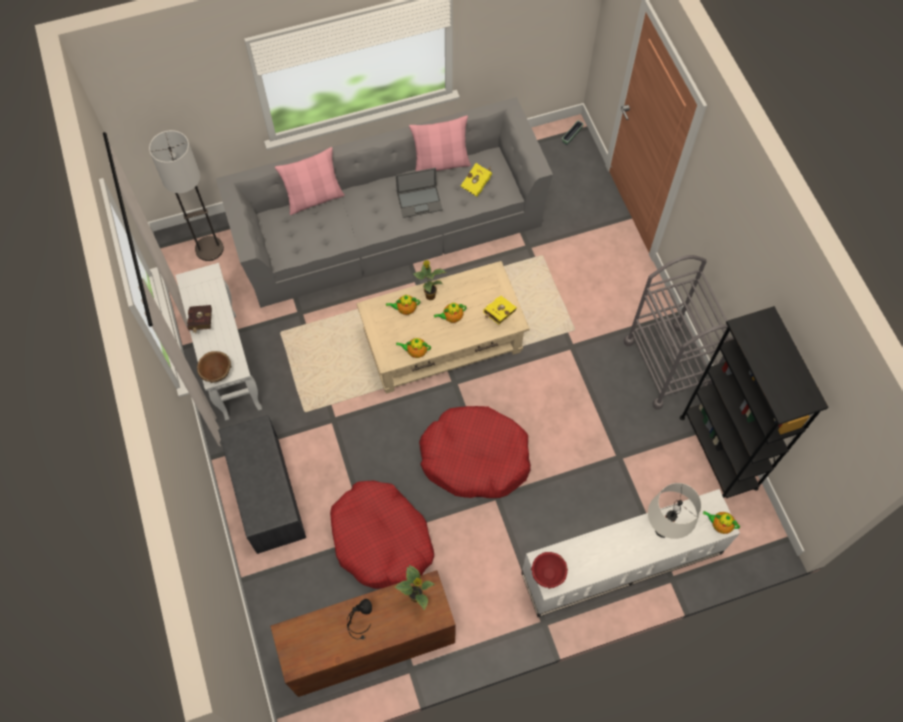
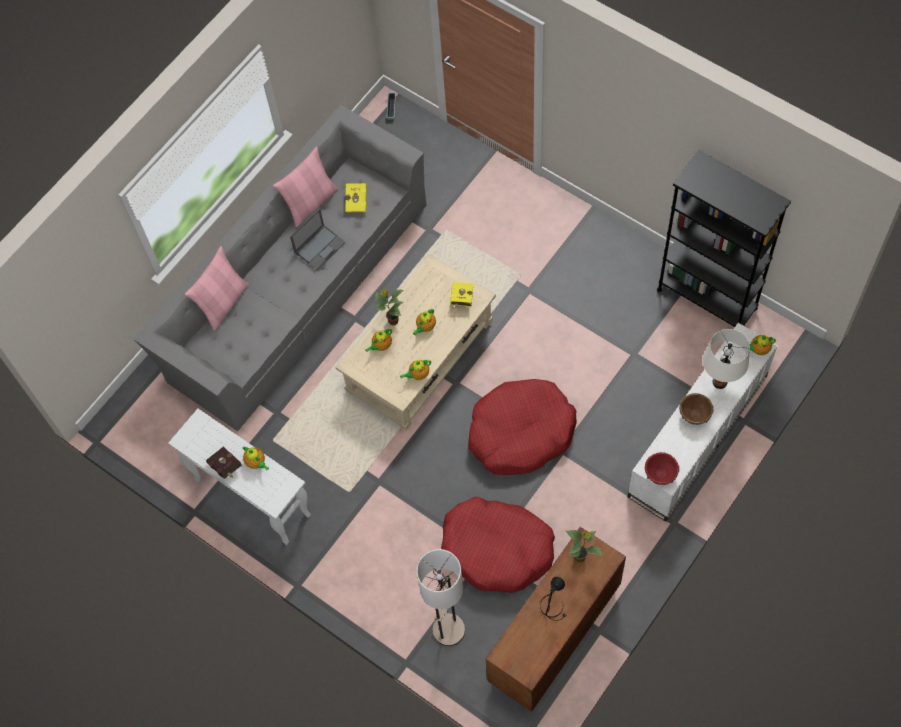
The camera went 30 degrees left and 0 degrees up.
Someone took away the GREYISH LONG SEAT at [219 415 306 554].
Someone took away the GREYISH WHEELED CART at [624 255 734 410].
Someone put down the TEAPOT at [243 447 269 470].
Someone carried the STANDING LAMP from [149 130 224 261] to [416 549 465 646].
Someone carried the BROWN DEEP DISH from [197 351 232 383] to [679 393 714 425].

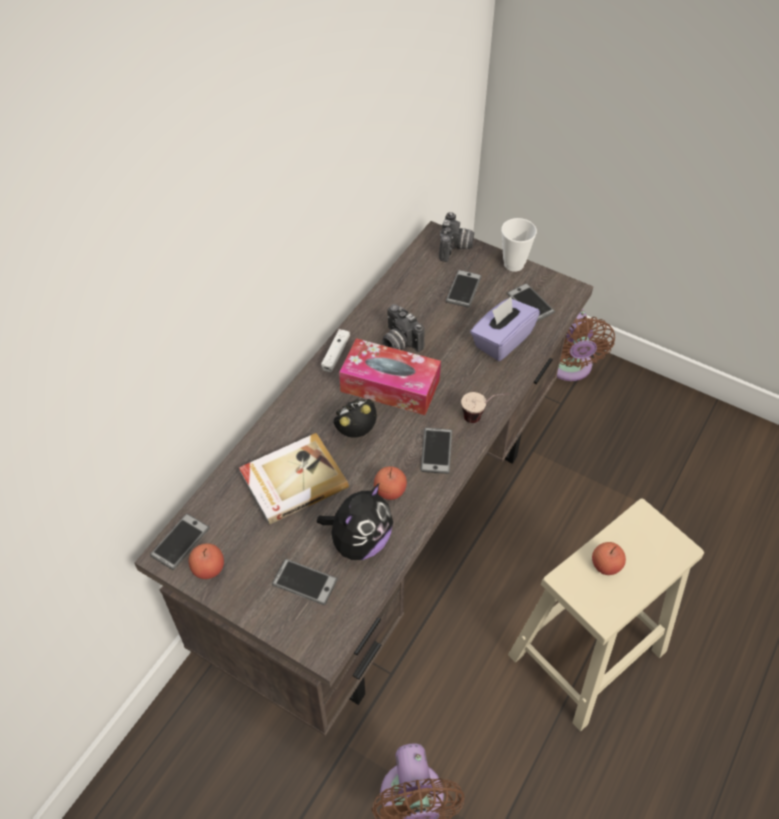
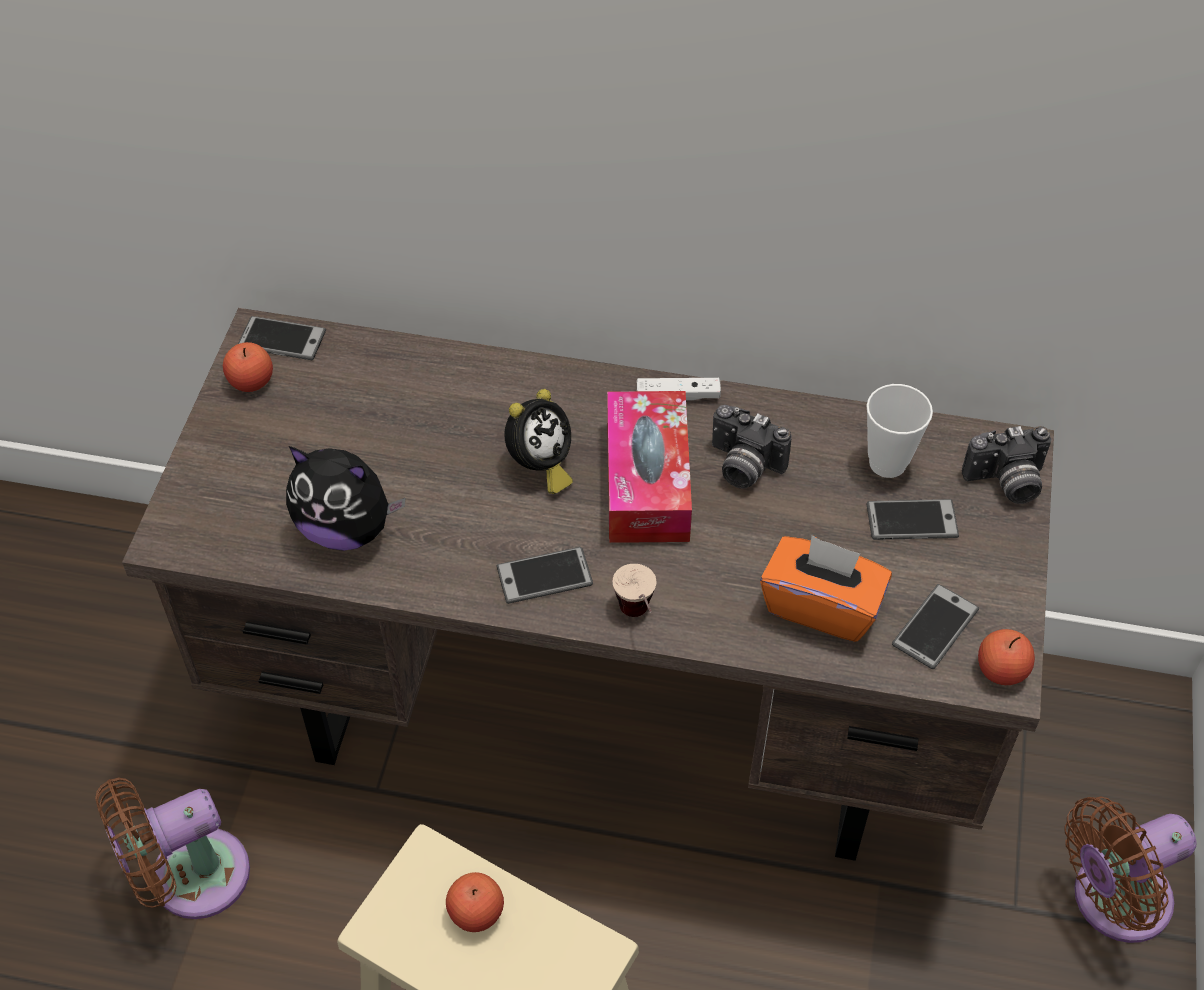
The camera went 70 degrees right and 0 degrees up.
Someone took away the BOUND BOOK at [239 433 349 525].
Someone took away the TELEPHONE at [272 559 338 605].
Someone carried the APPLE FRUIT from [374 466 407 500] to [978 629 1035 685].
Someone carried the CUP from [501 218 537 272] to [866 384 933 478].
Someone repainted the PURPLE-COLOURED TISSUE BOX at [470 297 540 361], which became the ORANGEY TISSUE BOX at [760 535 892 642].
Someone rotated the ALARM CLOCK at [333 399 377 438] by 90 degrees clockwise.
Someone rotated the PHOTO CAMERA at [382 304 425 352] by 90 degrees counterclockwise.

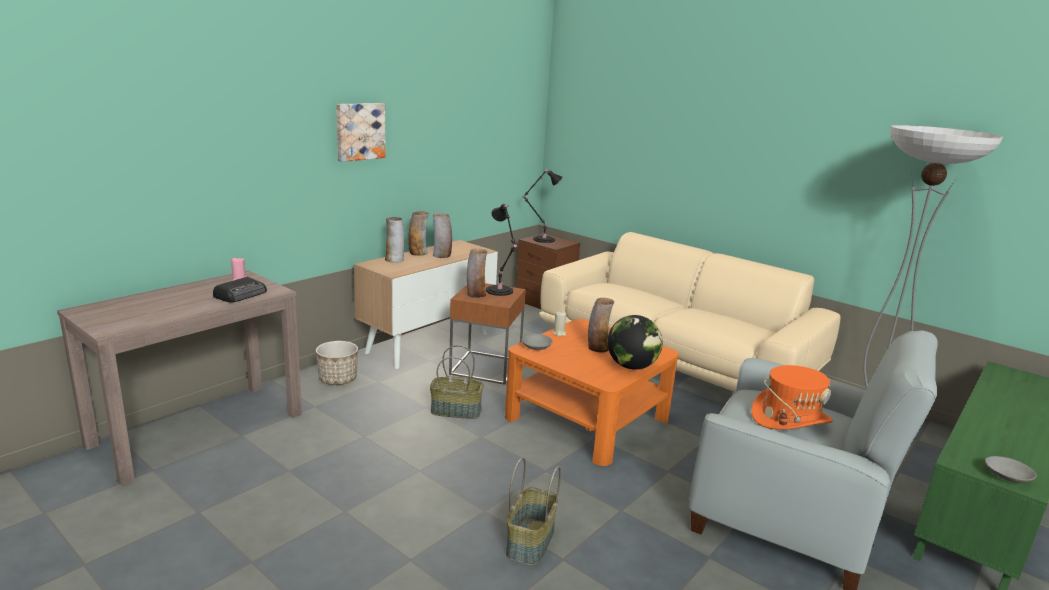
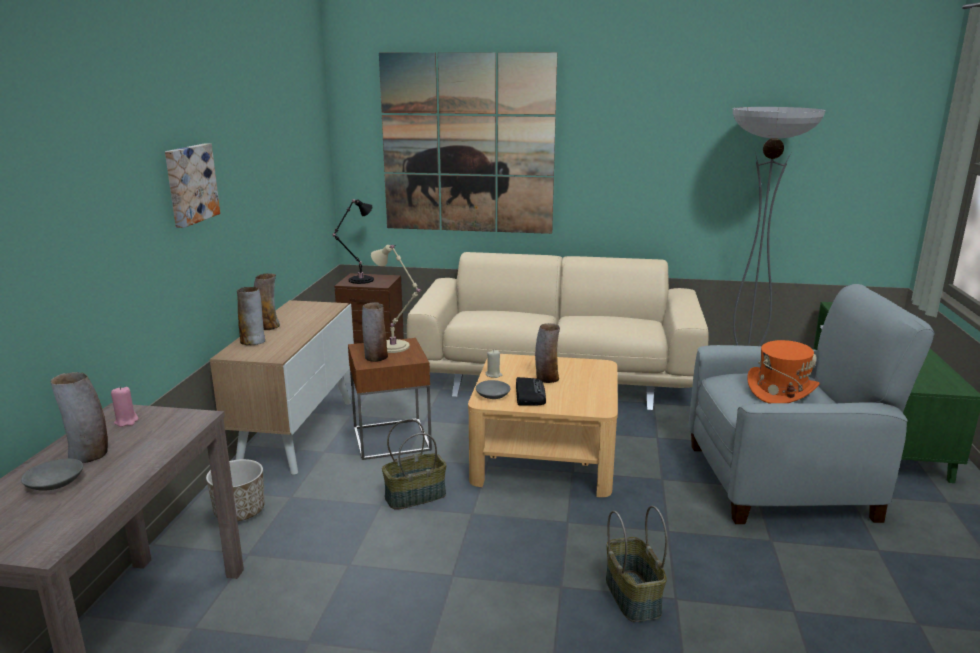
The camera went 30 degrees left and 0 degrees up.
Someone took away the DESK GLOBE at [607 315 662 370].
Someone put up the WALL ART at [379 52 557 234].
Someone carried the RADIO RECEIVER from [213 277 267 303] to [516 377 546 405].
Someone carried the VASE from [433 213 452 258] to [50 372 108 463].
Someone carried the GREYISH DEEP DISH from [985 456 1037 483] to [21 458 83 491].
Someone repainted the BLACK-COLOURED TABLE LAMP at [486 204 518 296], which became the BEIGE-COLOURED TABLE LAMP at [371 245 421 353].
Someone repainted the ORANGEY LOW TABLE at [505 319 679 466], which became the BEIGE-COLOURED LOW TABLE at [468 354 618 497].

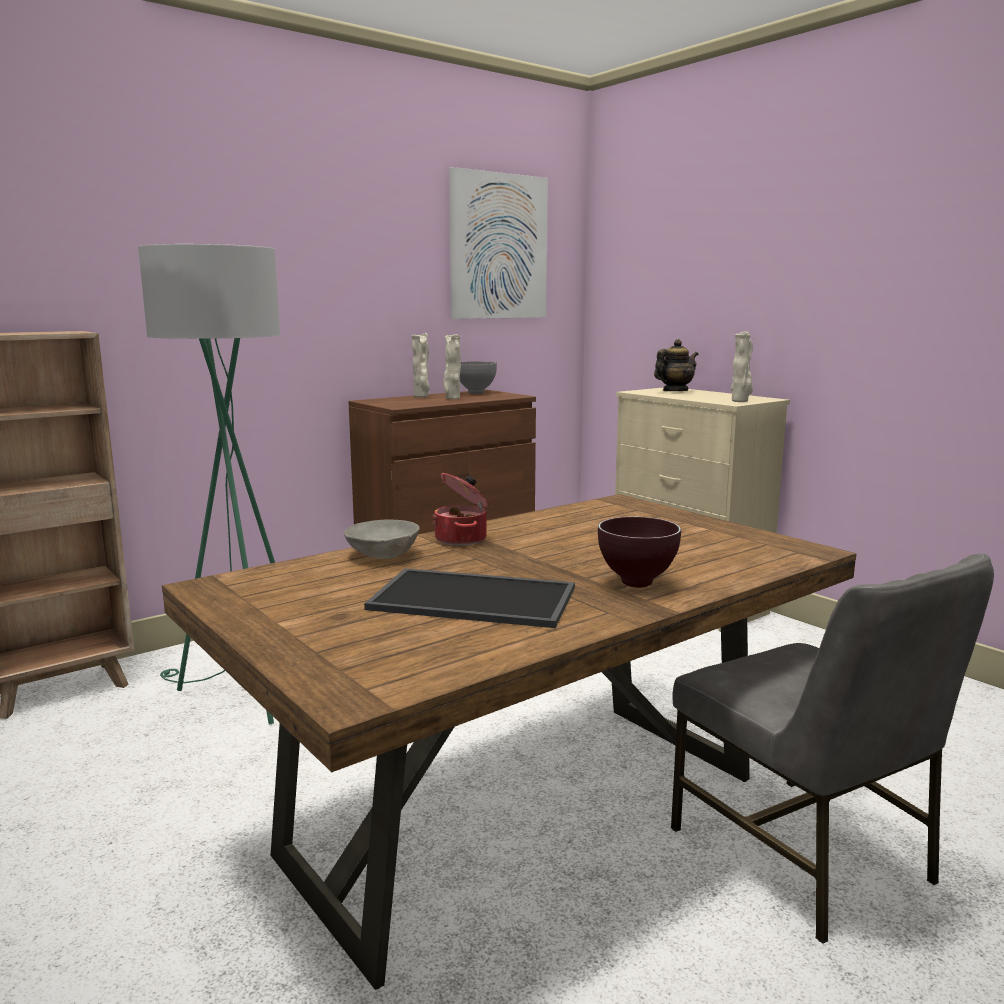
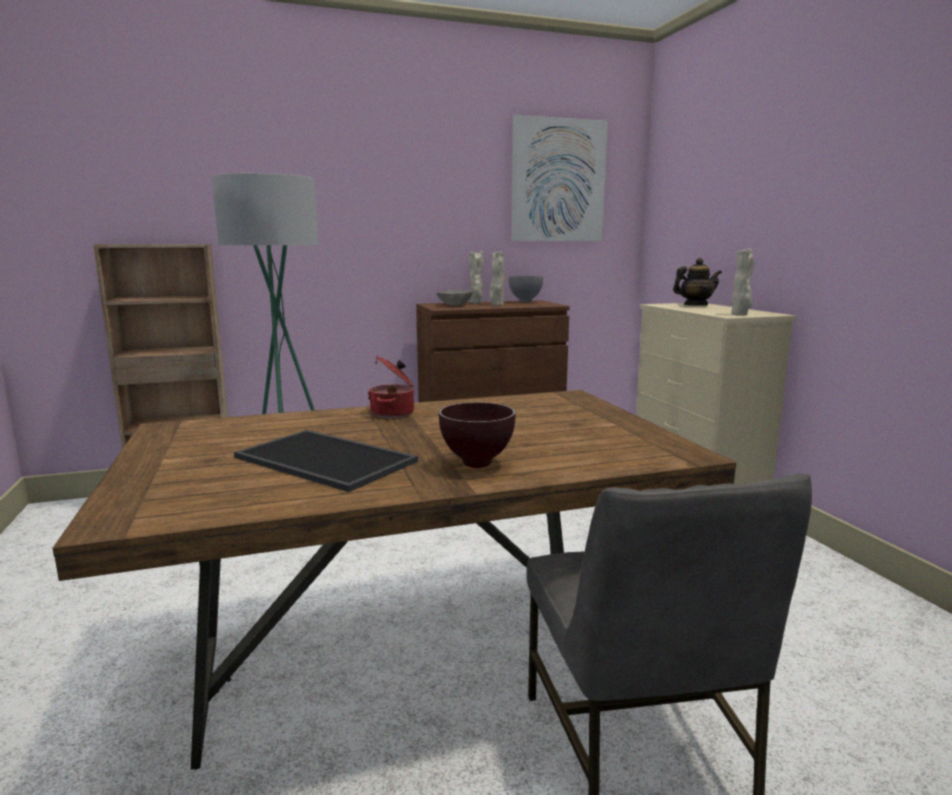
The camera went 20 degrees right and 0 degrees up.
Someone carried the GREYISH DEEP DISH from [344 520 420 559] to [436 290 473 306].

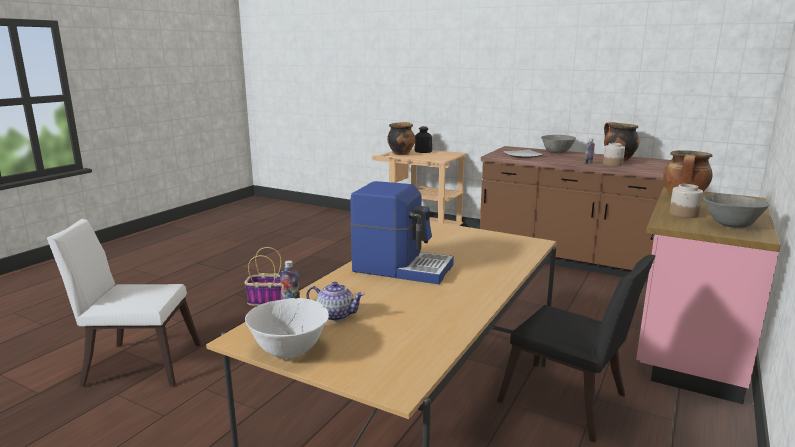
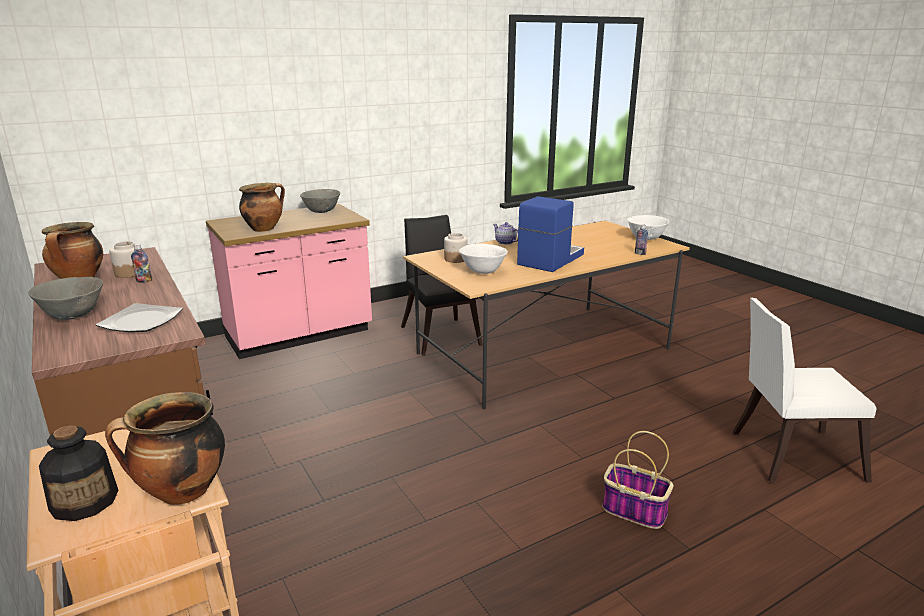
The camera went 150 degrees left and 5 degrees up.
Someone put down the WHITE DEEP DISH at [459 243 508 274].
Someone carried the TEAPOT from [306 282 365 321] to [493 222 518 245].
Someone carried the PRESERVE JAR from [669 184 703 218] to [444 233 468 263].
Someone rotated the WHITE CHAIR at [47 219 201 387] by 150 degrees clockwise.
Someone rotated the COFFEE BREWER at [350 181 454 284] by 75 degrees clockwise.

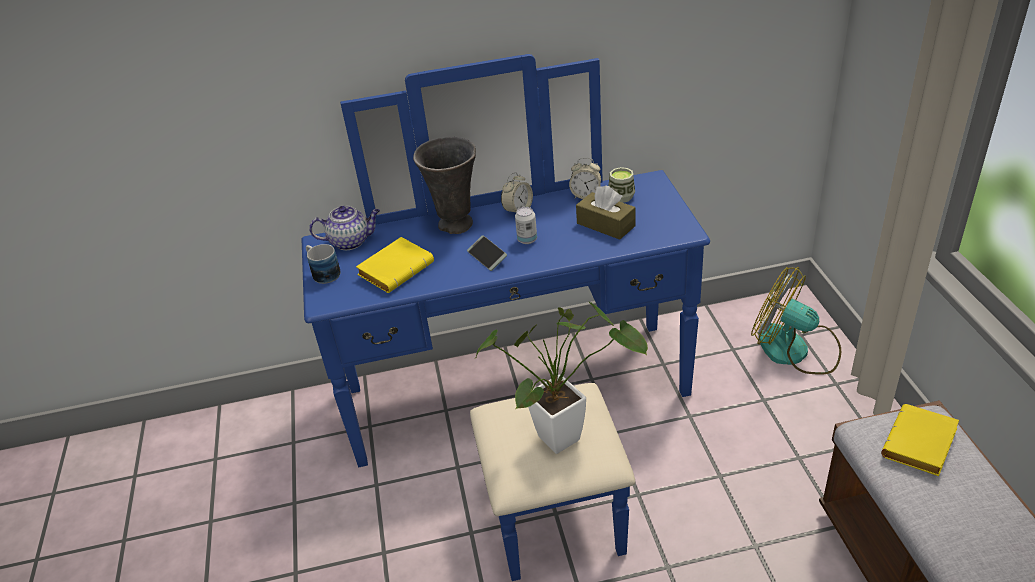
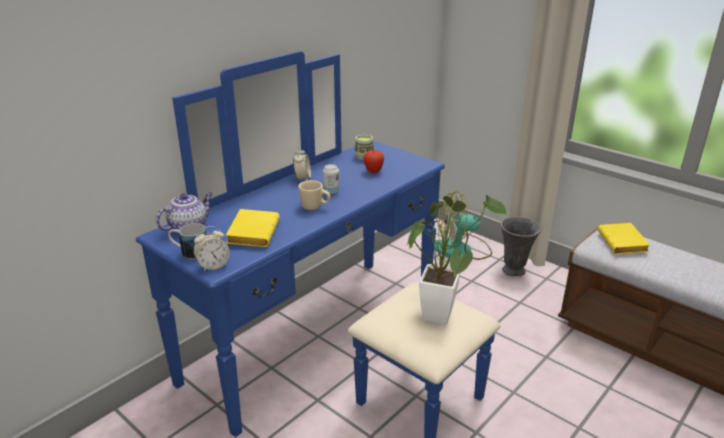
The camera went 40 degrees left and 10 degrees down.
Someone carried the GREYISH VASE from [413 137 476 234] to [501 217 541 276].
Someone carried the ALARM CLOCK from [569 158 601 199] to [193 226 230 271].
Someone swapped the TELEPHONE at [467 235 507 271] for the BEIGE-COLOURED MUG at [298 180 331 210].
Someone swapped the BROWN TISSUE BOX at [576 185 636 240] for the APPLE FRUIT at [363 150 384 173].

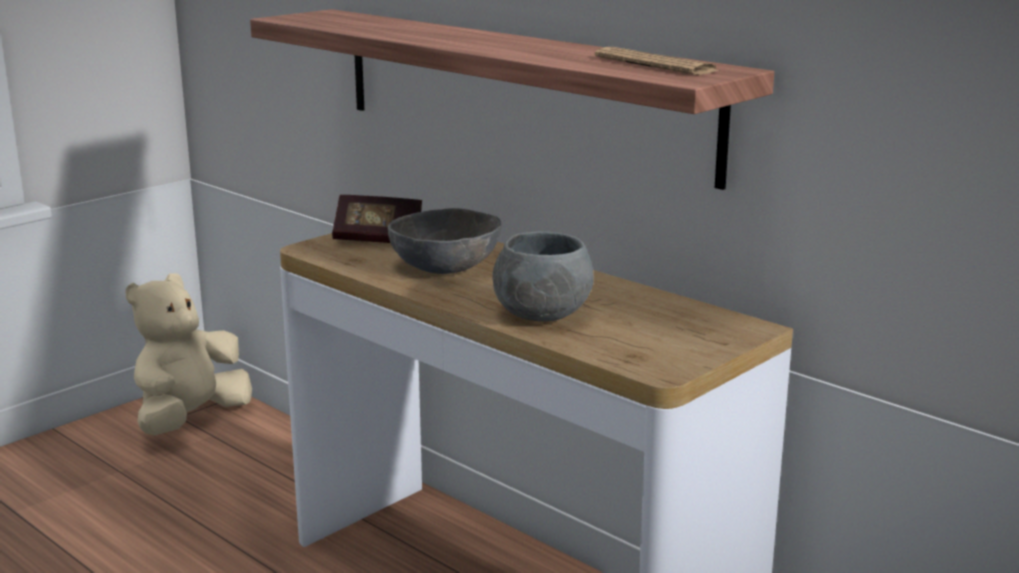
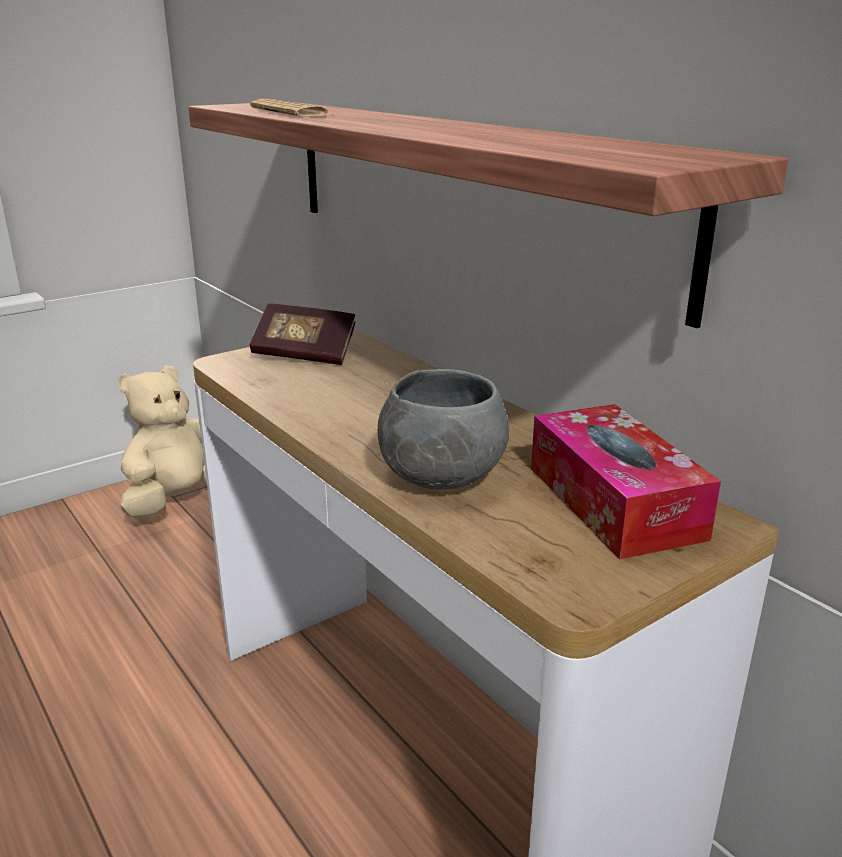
The camera went 10 degrees right and 5 degrees up.
Someone took away the GREYISH DEEP DISH at [388 208 501 274].
Someone put down the TISSUE BOX at [531 404 721 560].
Someone carried the NEWSPAPER from [594 47 719 75] to [250 98 331 117].

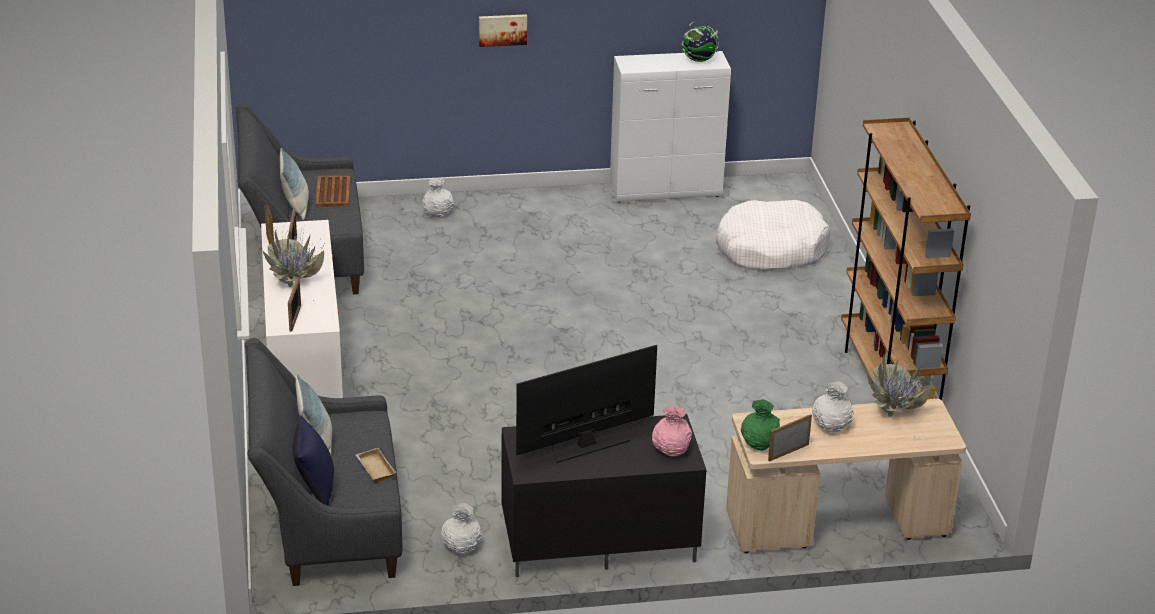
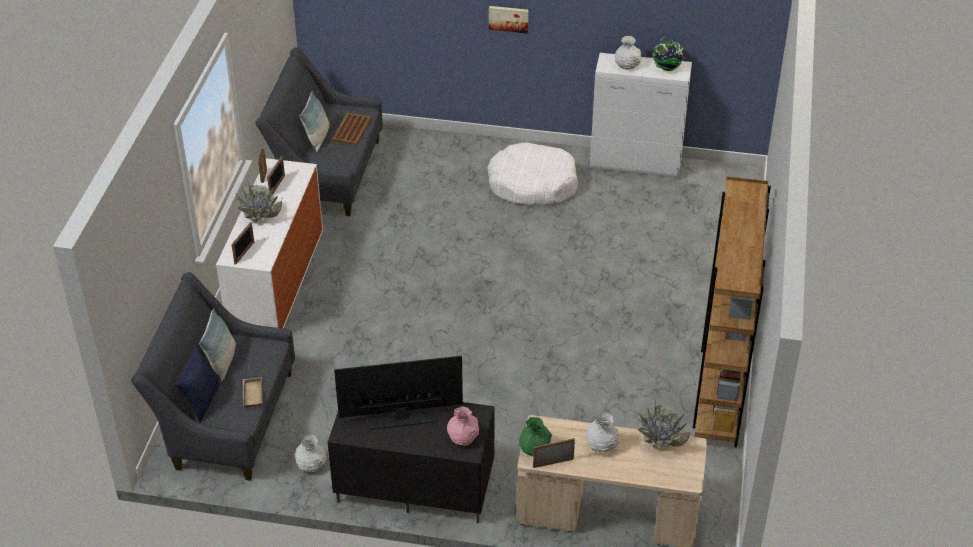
The camera went 20 degrees right and 10 degrees up.
Someone carried the WHITE VASE from [422 178 454 217] to [615 36 641 70].
Someone carried the WHITE DOG CUSHION from [716 200 831 271] to [487 142 578 206].

